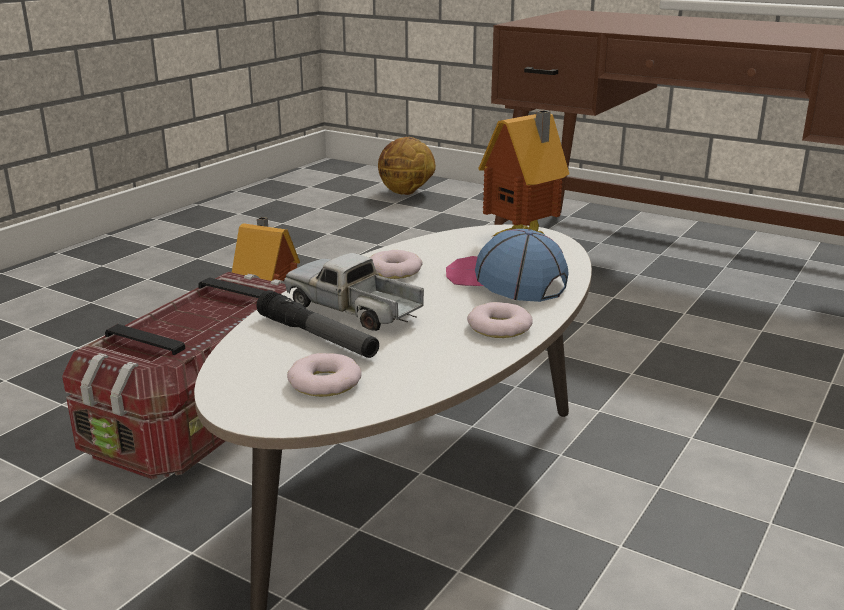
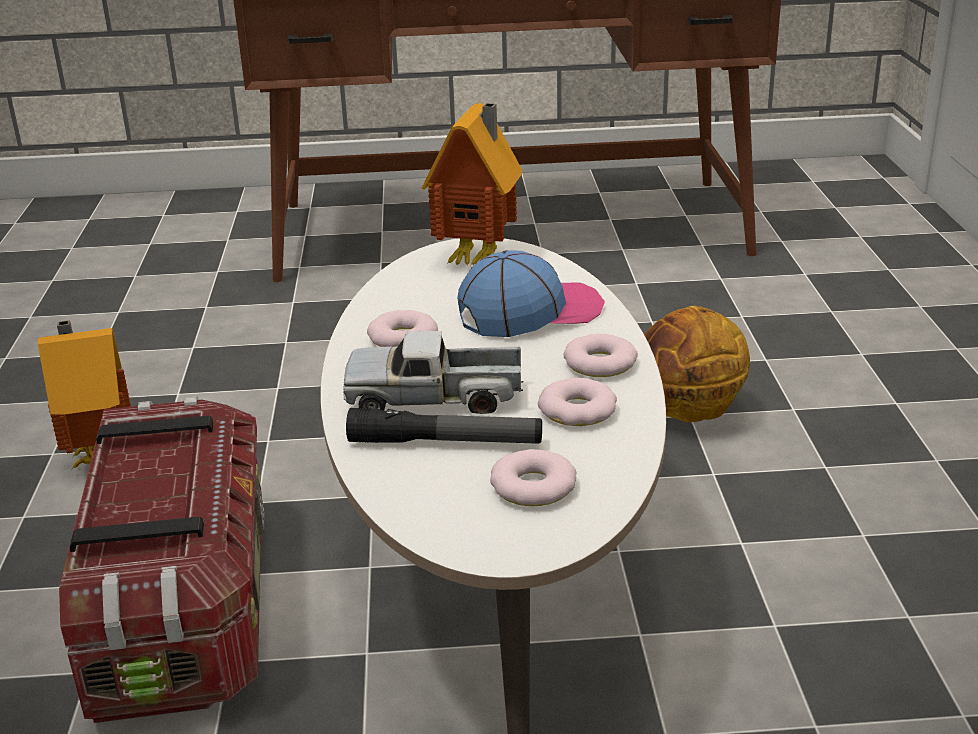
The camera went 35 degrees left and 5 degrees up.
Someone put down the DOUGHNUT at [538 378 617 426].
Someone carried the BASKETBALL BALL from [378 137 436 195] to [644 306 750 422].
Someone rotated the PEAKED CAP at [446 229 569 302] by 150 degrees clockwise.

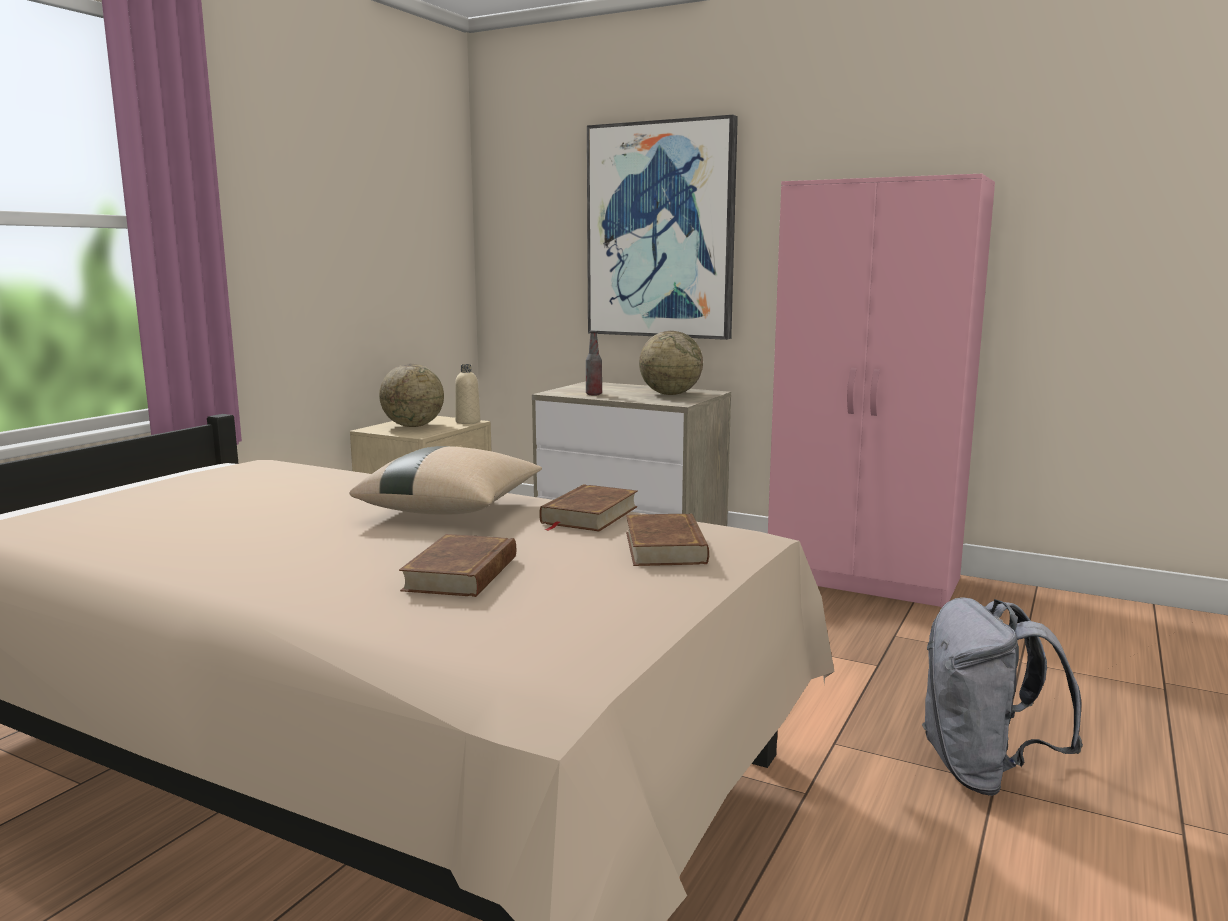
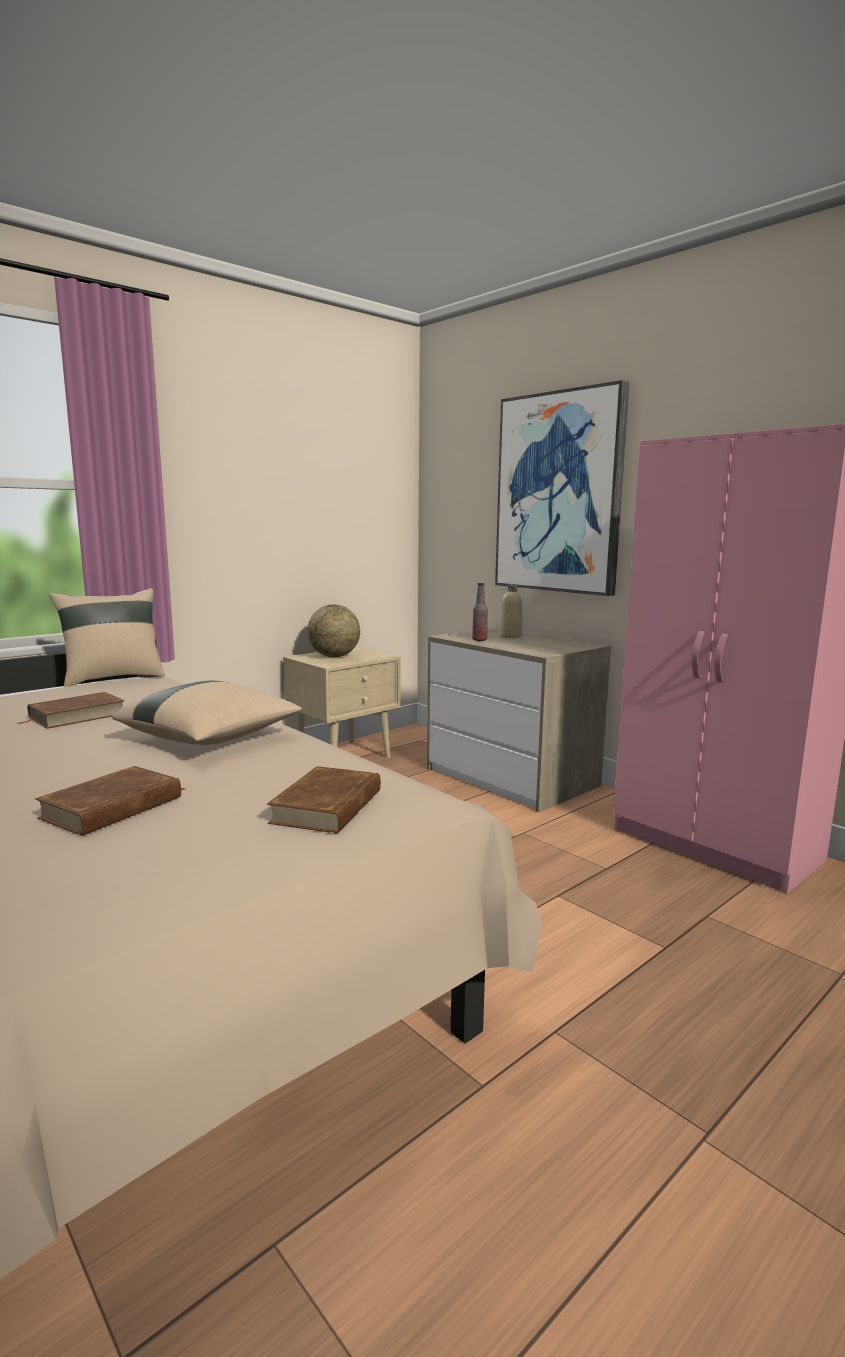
The camera went 20 degrees right and 0 degrees up.
Someone took away the DESK GLOBE at [639 331 703 395].
Someone took away the GREYISH RUCKSACK at [922 597 1083 796].
Someone put down the BEIGE-COLOURED PILLOW at [49 588 165 687].
Someone carried the BEIGE-COLOURED DRINK BOTTLE from [455 364 480 424] to [500 584 522 638].
Someone carried the BROWN BOUND BOOK from [539 484 638 532] to [19 692 125 729].

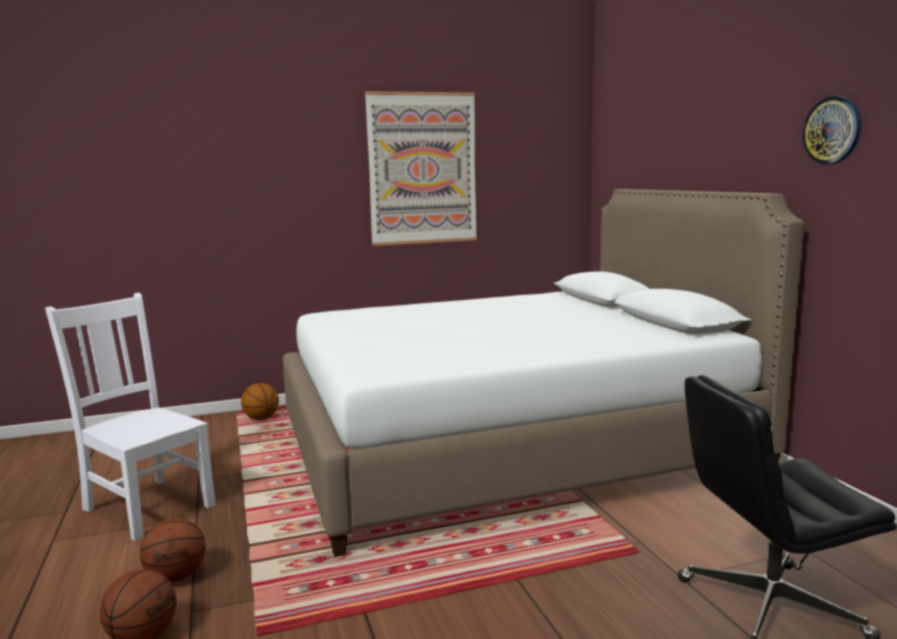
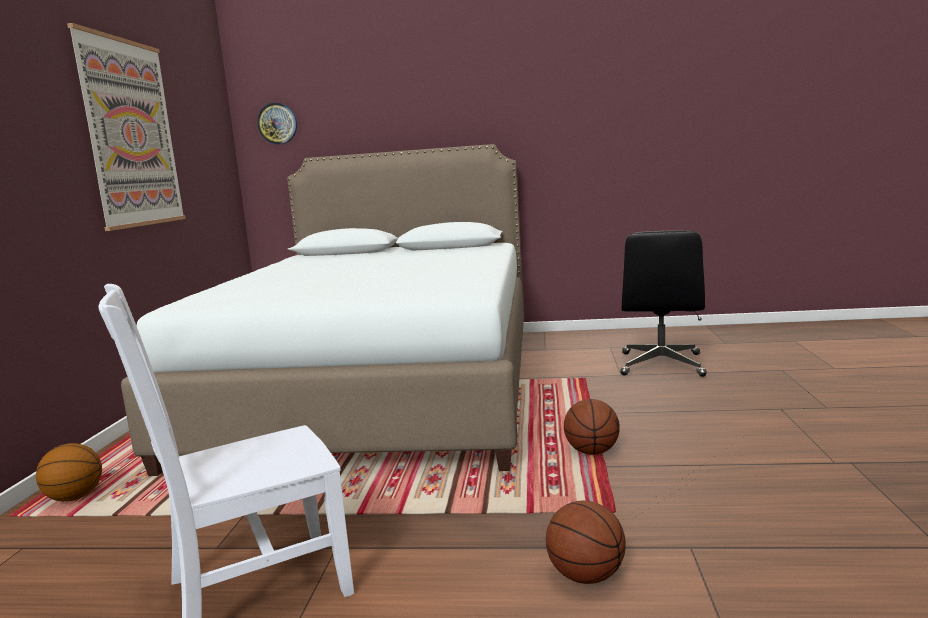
The camera went 65 degrees left and 0 degrees up.
Someone carried the BASKETBALL BALL from [140 518 206 582] to [564 399 620 455].
Someone carried the WALL CLOCK from [802 96 861 165] to [257 102 297 145].

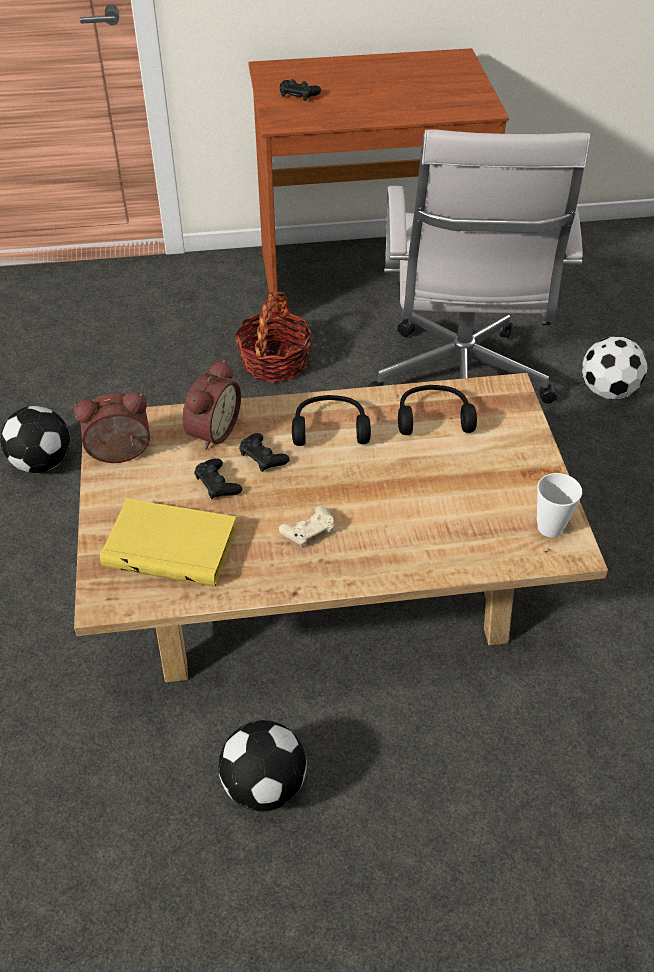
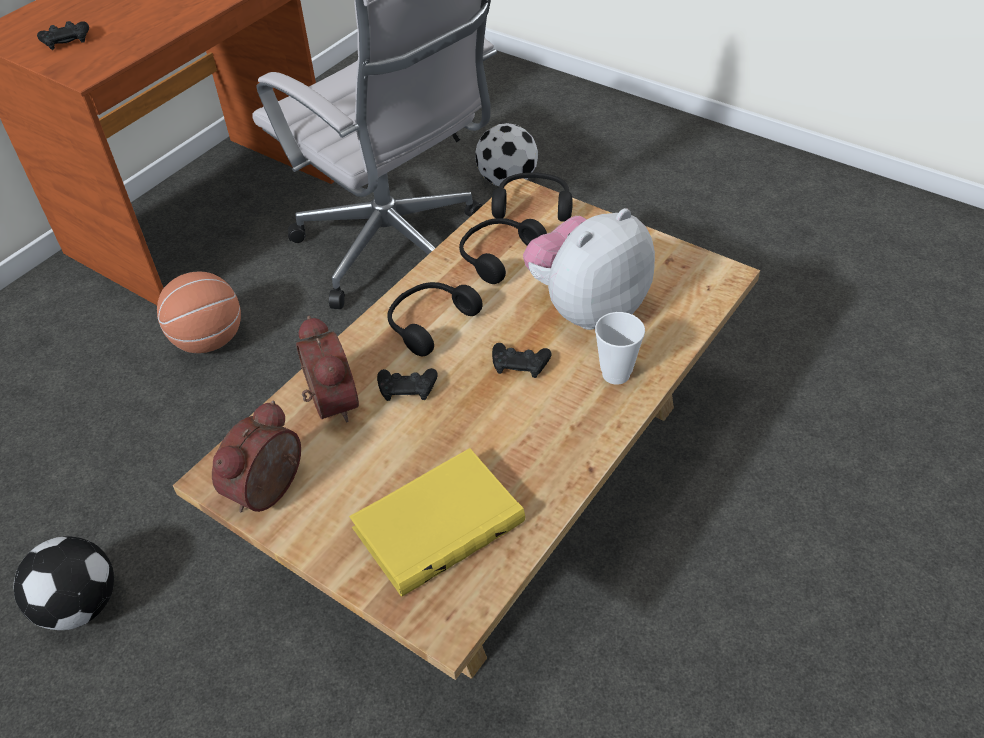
The camera went 45 degrees left and 0 degrees up.
Someone took away the FOOTBALL at [219 720 307 812].
Someone took away the BEIGE-COLOURED JOYPAD at [279 506 334 547].
Someone put down the BLACK-COLOURED HEADSET at [491 172 572 222].
Someone put down the SOFT TOY at [523 208 655 330].
Someone carried the BLACK-COLOURED JOYPAD from [194 458 242 499] to [492 343 551 378].
Someone carried the CUP from [537 473 582 537] to [595 312 645 385].
Someone swapped the HOUSEHOLD BASKET at [235 292 313 383] for the BASKETBALL BALL at [157 271 241 353].

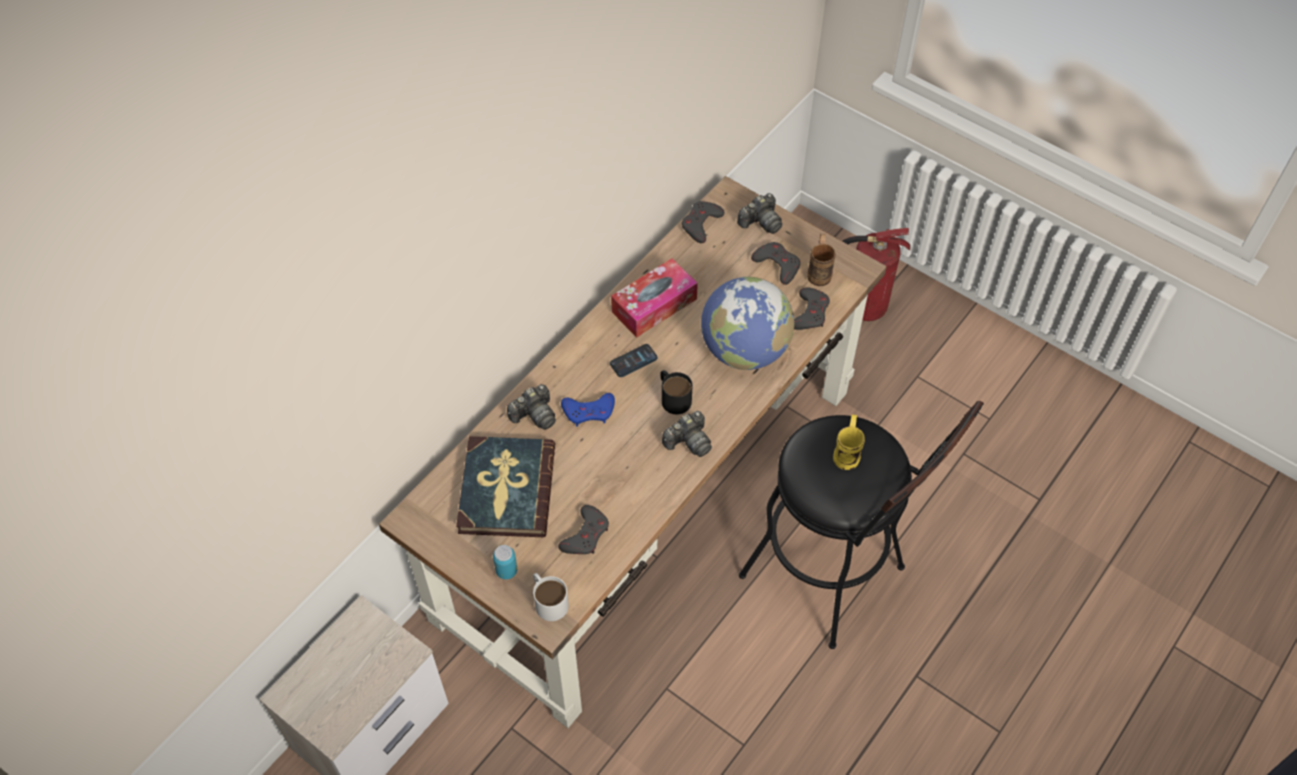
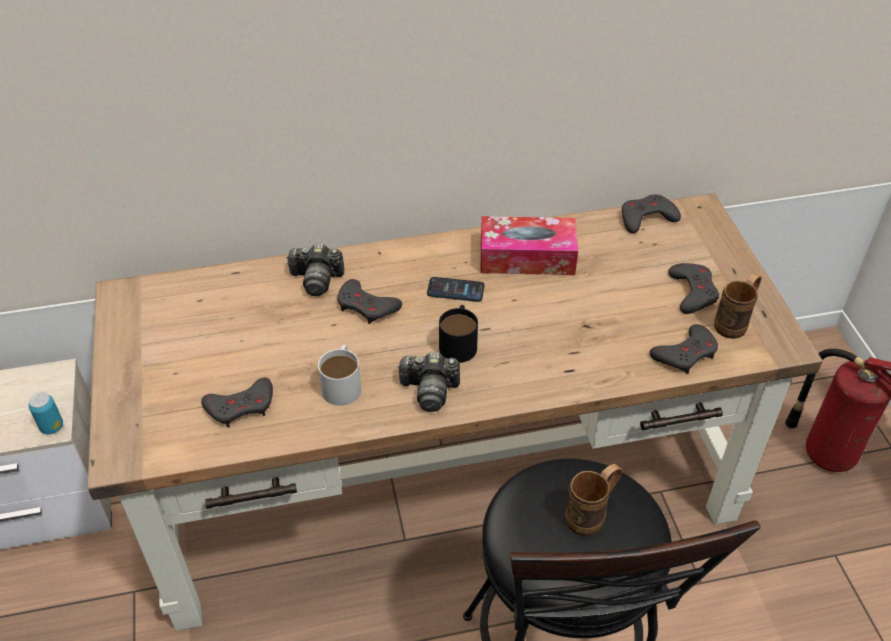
The camera went 40 degrees right and 10 degrees down.
Someone took away the BOUND BOOK at [456 436 555 537].
Someone took away the DESK GLOBE at [701 277 794 370].
Someone took away the PHOTO CAMERA at [737 193 782 234].
Someone carried the SEALED CAN from [493 545 517 579] to [29 392 63 434].
Someone carried the WHITE MUG from [533 573 569 621] to [318 345 361 406].
Someone repainted the BLUE-COLOURED JOYPAD at [561 393 615 427], which became the GREYISH JOYPAD at [337 279 402 324].
Someone repainted the YELLOW MUG at [833 415 865 470], which became the BROWN MUG at [565 464 622 536].

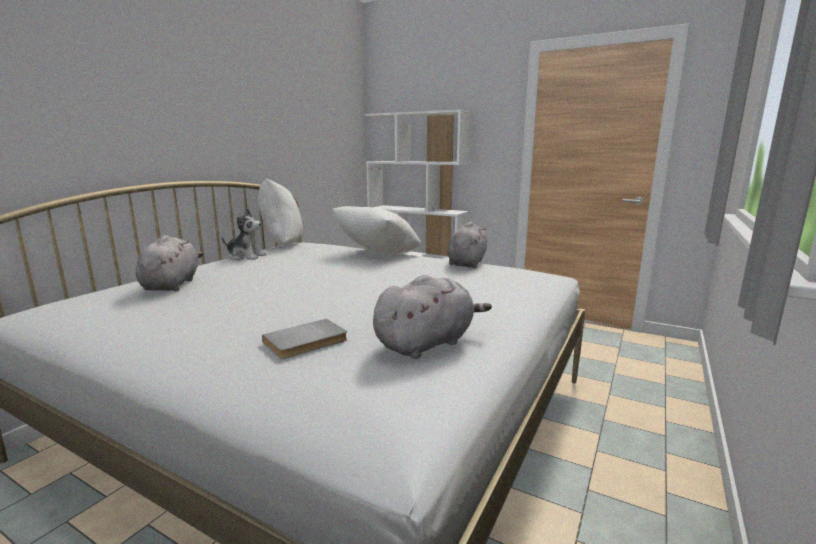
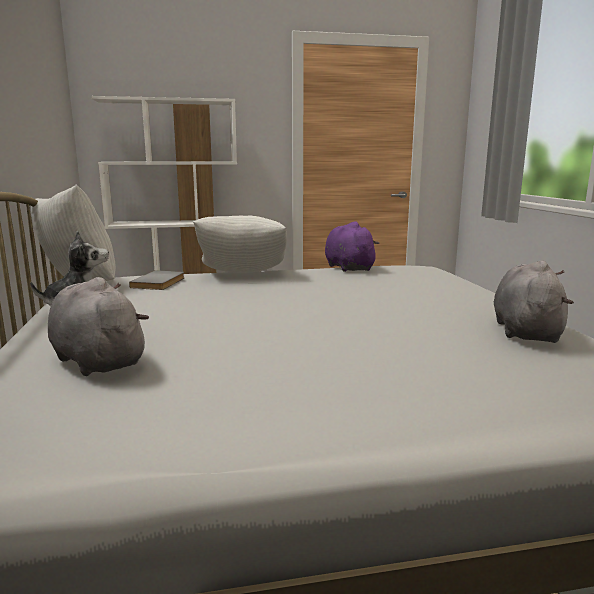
The camera went 40 degrees left and 0 degrees up.
Someone carried the GREYISH BOUND BOOK from [262 319 347 359] to [129 270 184 290].
Someone repainted the GREYISH SOFT TOY at [447 221 487 268], which became the PURPLE-COLOURED SOFT TOY at [325 221 380 272].

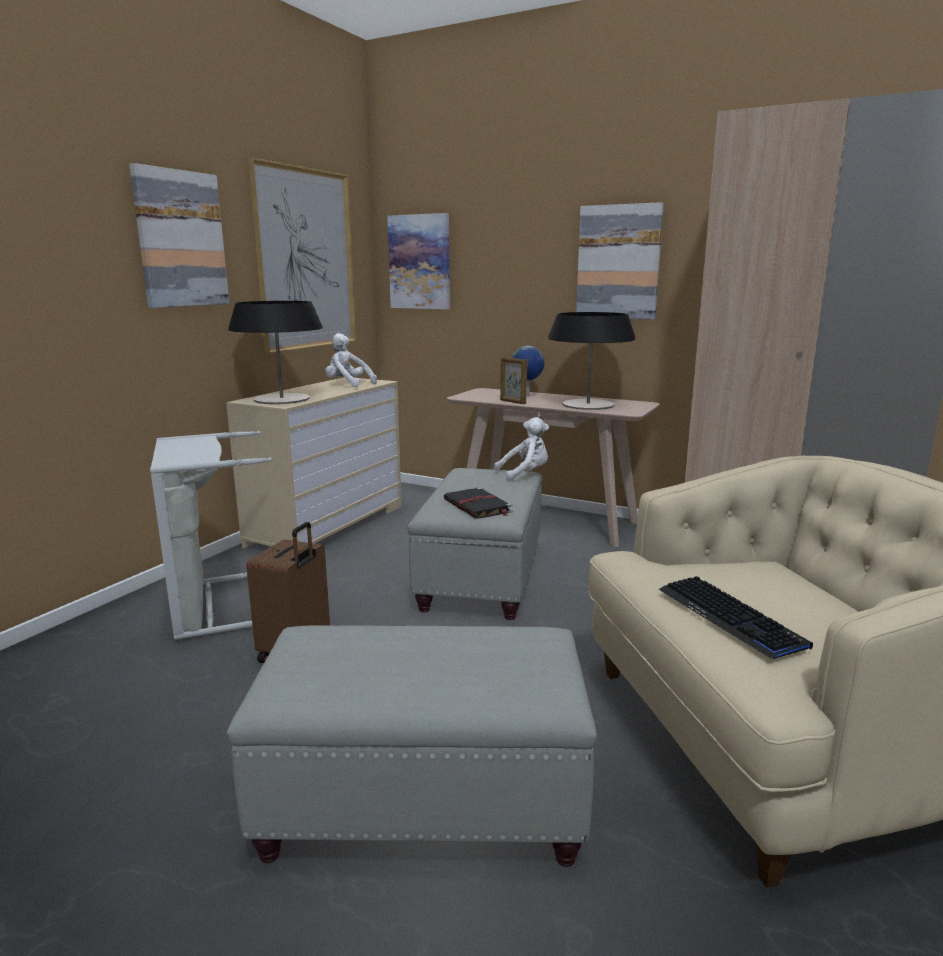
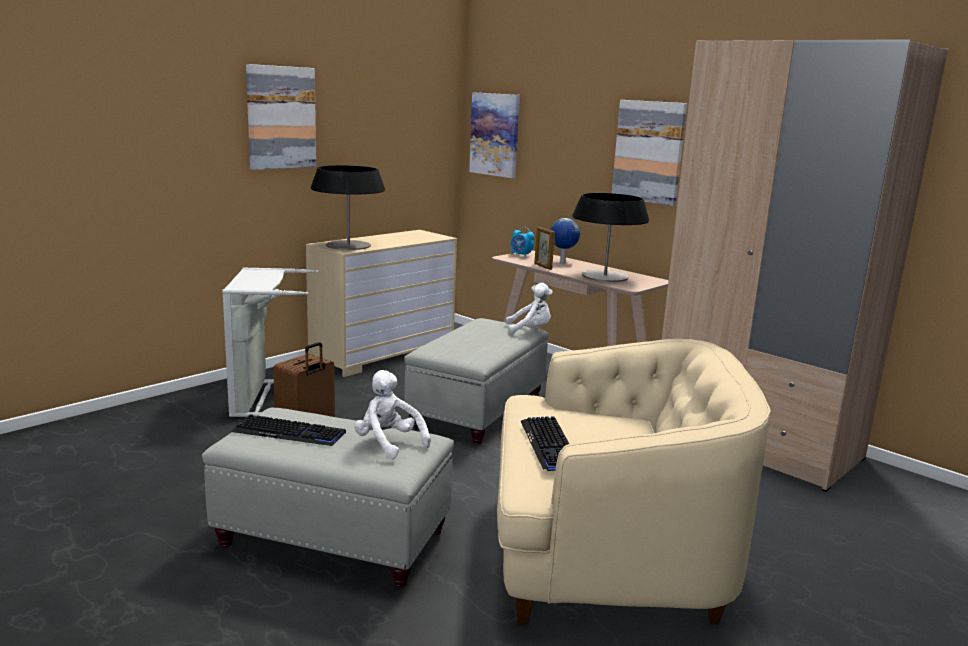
The camera went 15 degrees right and 0 degrees up.
Someone took away the WALL ART at [248 158 356 354].
Someone took away the BLACK-COLOURED BOUND BOOK at [444 487 513 519].
Someone put down the PC KEYBOARD at [232 414 346 446].
Someone put down the ALARM CLOCK at [511 227 534 257].
Someone carried the WHITE SOFT TOY from [325 333 377 387] to [354 370 431 459].

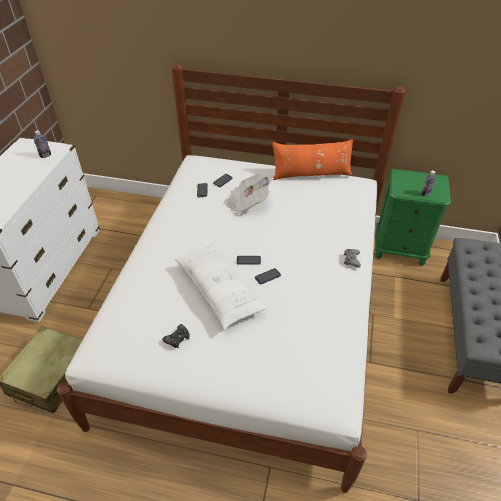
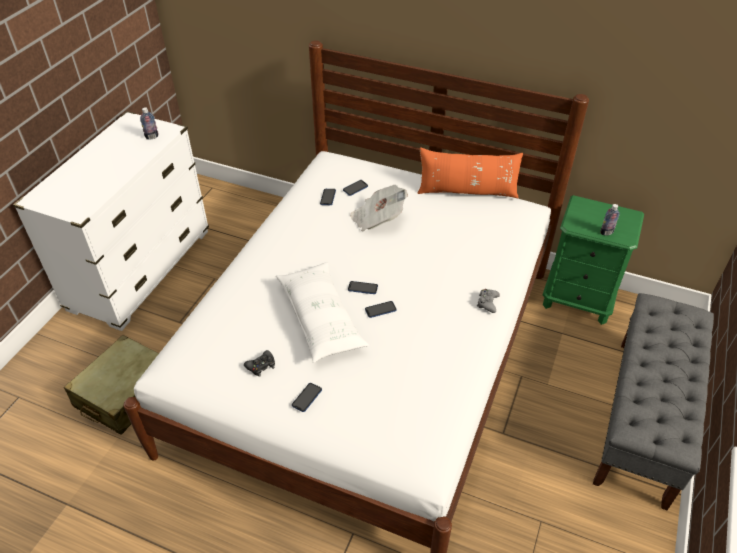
The camera went 10 degrees right and 0 degrees up.
Someone put down the TELEPHONE at [292 383 322 412].

